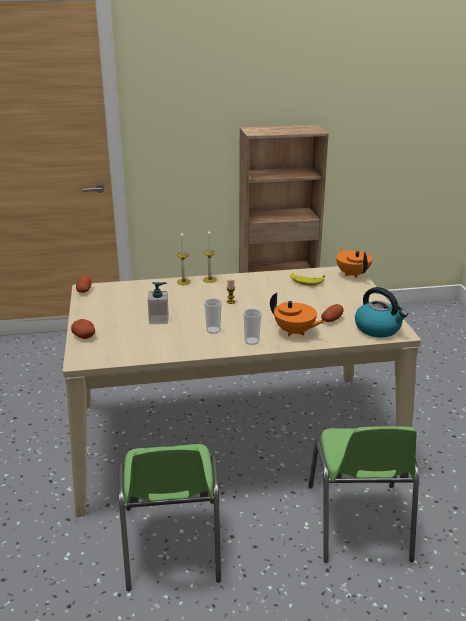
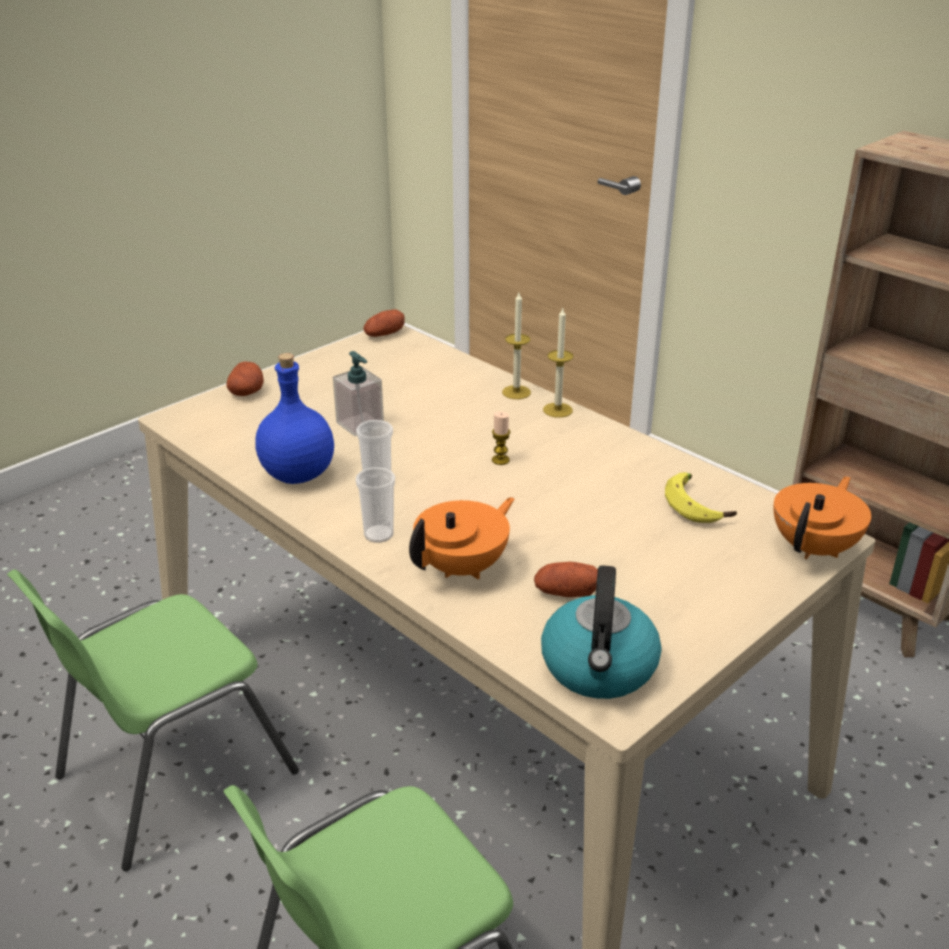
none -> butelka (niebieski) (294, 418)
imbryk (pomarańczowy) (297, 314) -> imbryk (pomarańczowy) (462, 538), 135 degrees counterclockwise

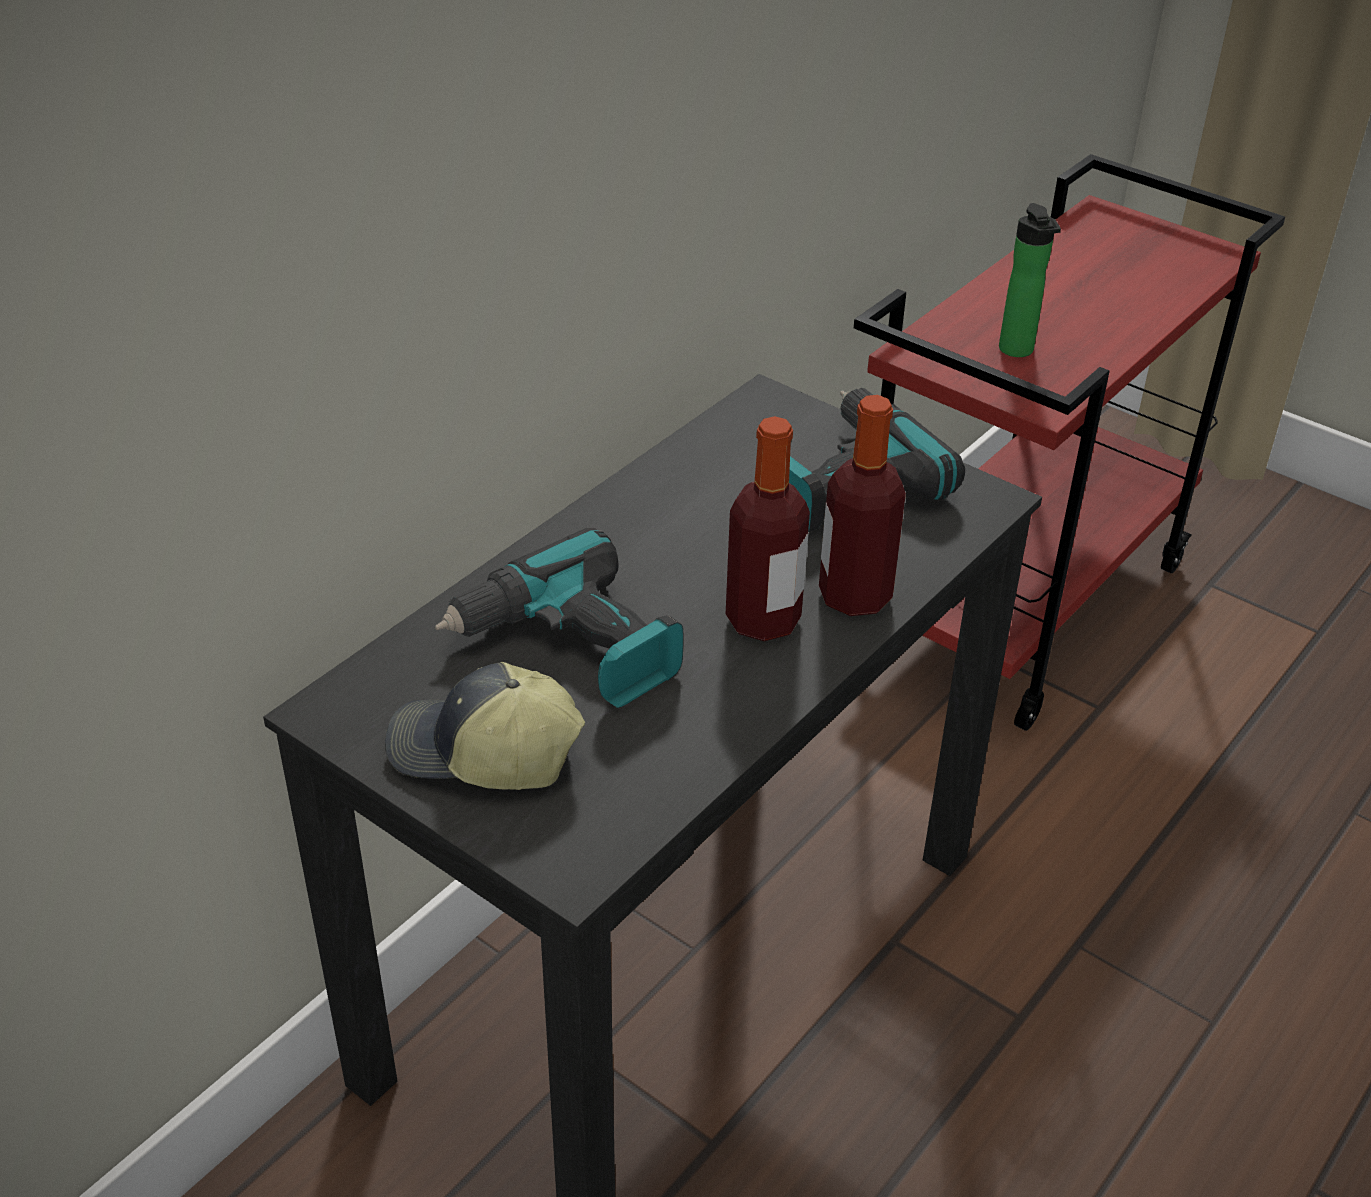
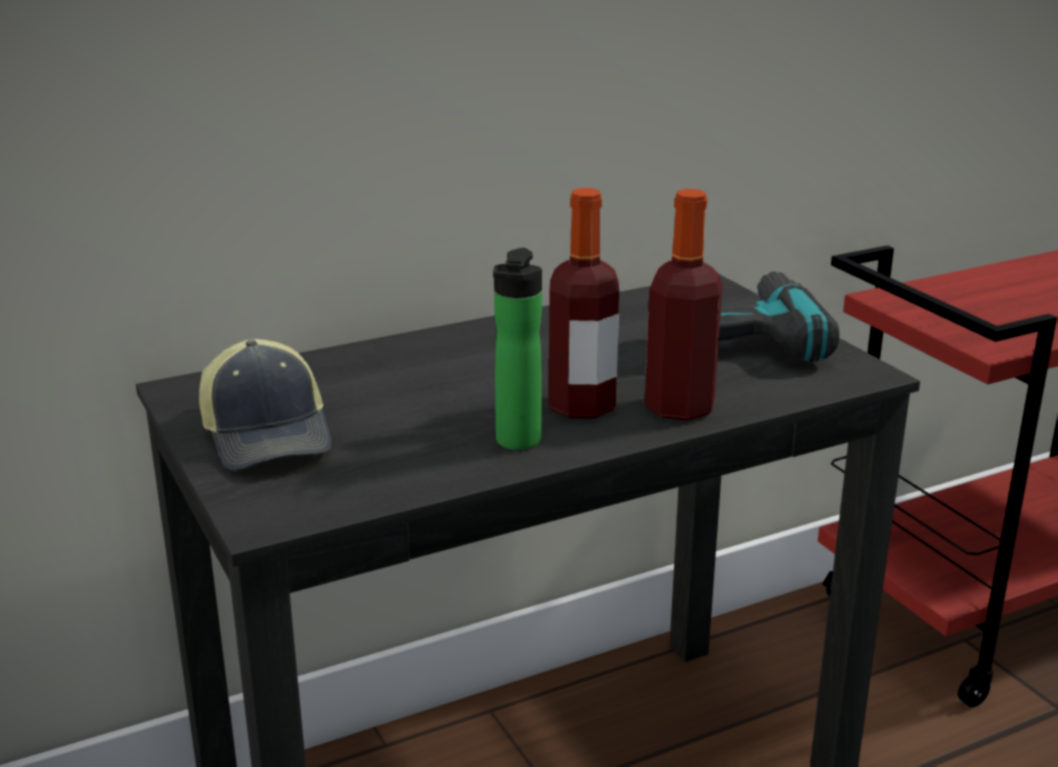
wiertarka (559, 618) -> none
butelka (1030, 280) -> butelka (517, 349), move
czapka z daszkiem (485, 726) -> czapka z daszkiem (265, 405), 150 degrees counterclockwise

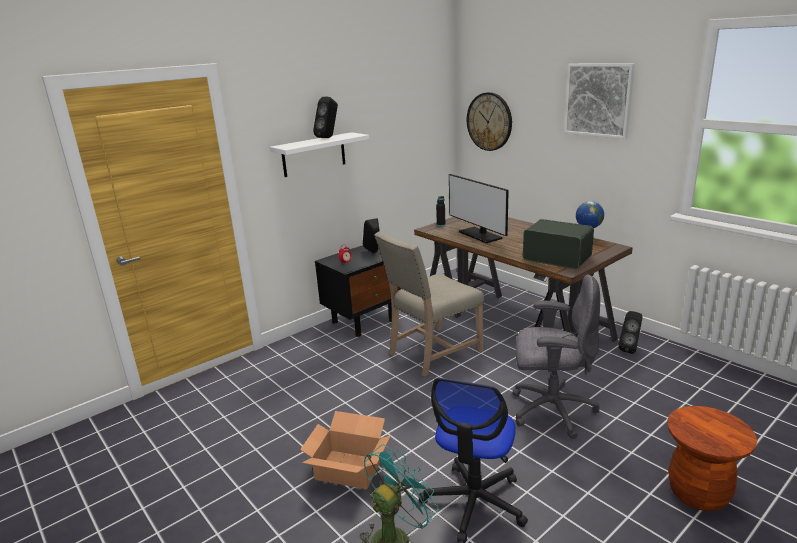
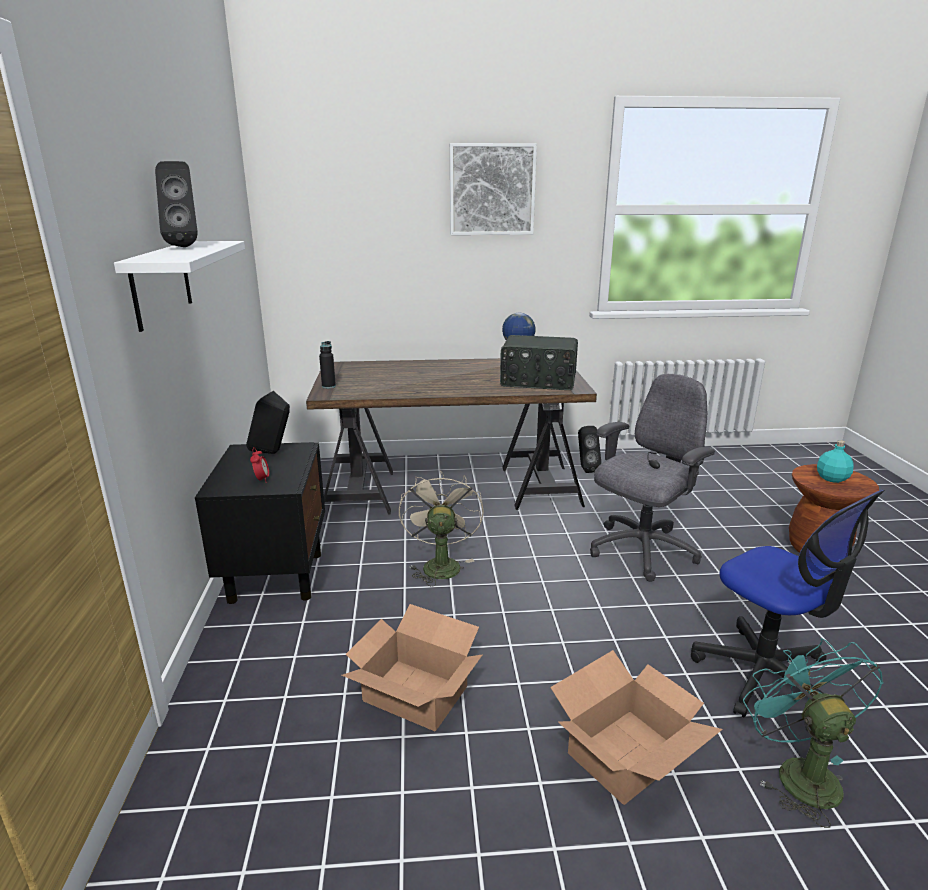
monitor (479, 208) -> none
zegar ścienny (489, 121) -> none
none -> karton (412, 667)
none -> butelka (turkusowy) (835, 461)
krzesło (beżowy) (429, 304) -> wentylator (beżowy) (441, 528)
radio (558, 244) -> radio (539, 362), 150 degrees counterclockwise

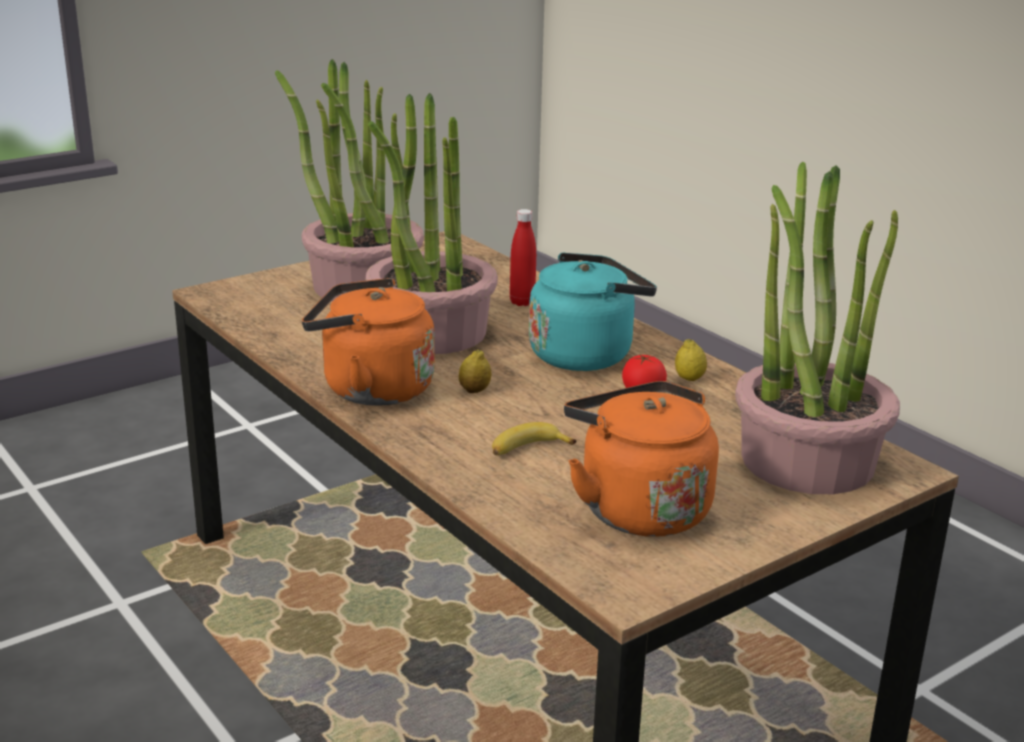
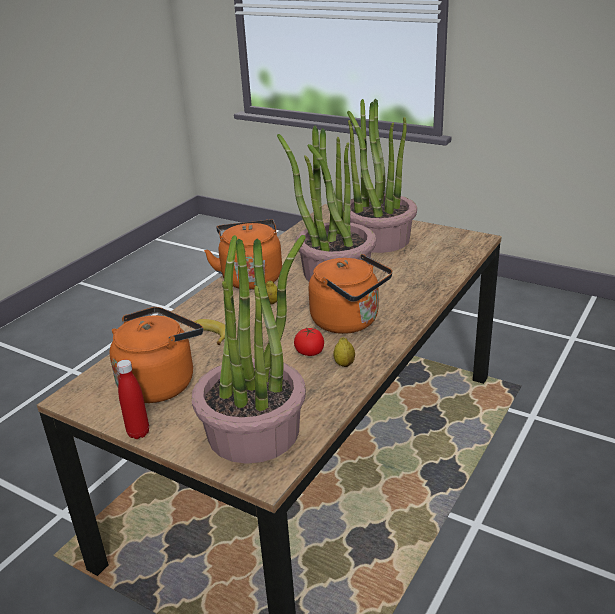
butelka (czerwony) (523, 257) -> butelka (czerwony) (133, 399), move
czajnik (turkusowy) (593, 311) -> czajnik (pomarańczowy) (350, 294)

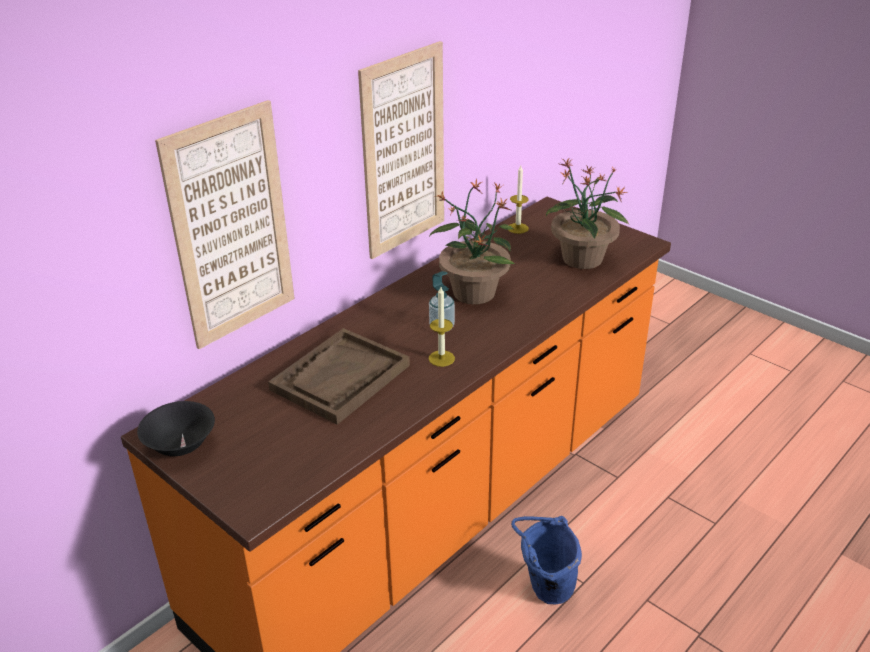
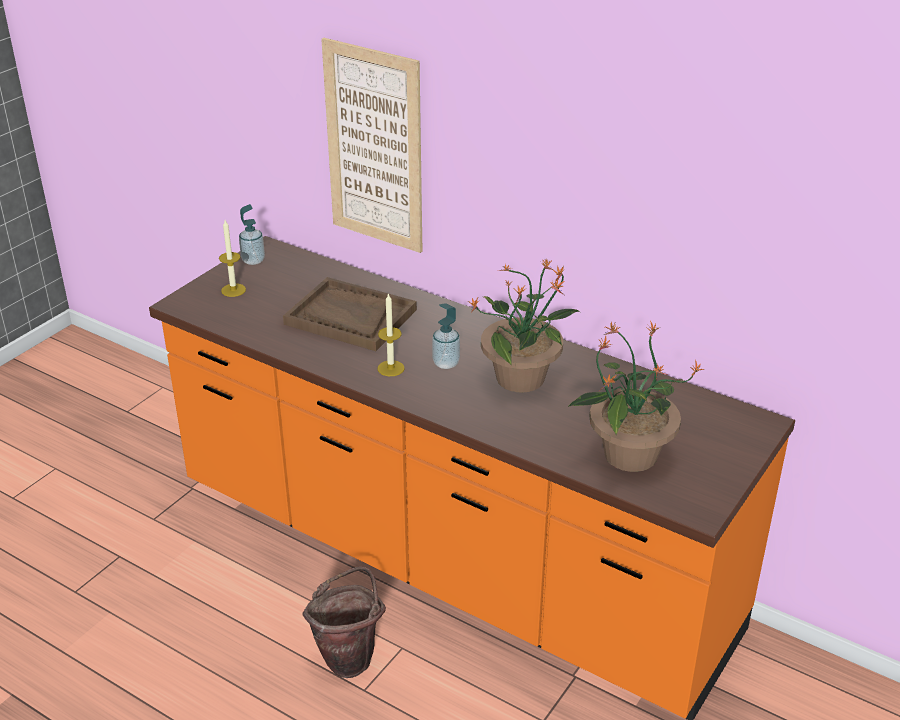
obraz (401, 150) -> none
świeca (518, 200) -> świeca (232, 258), move
miska (czarny) (176, 428) -> dozownik mydła (252, 234)
wiadro (niebieski) (546, 560) -> wiadro (brązowy) (344, 622)

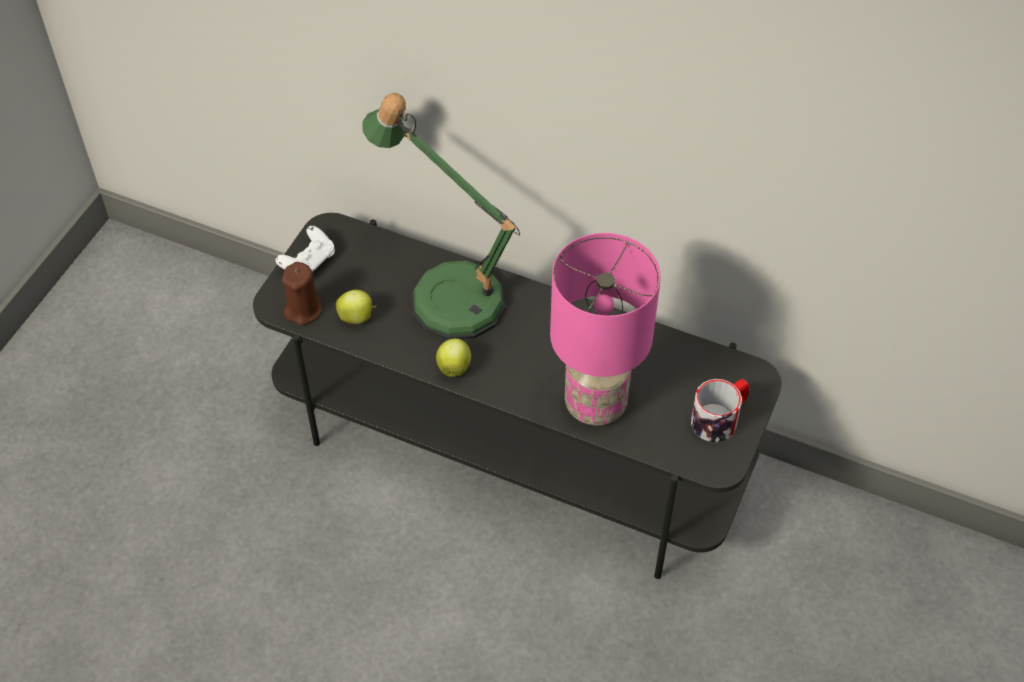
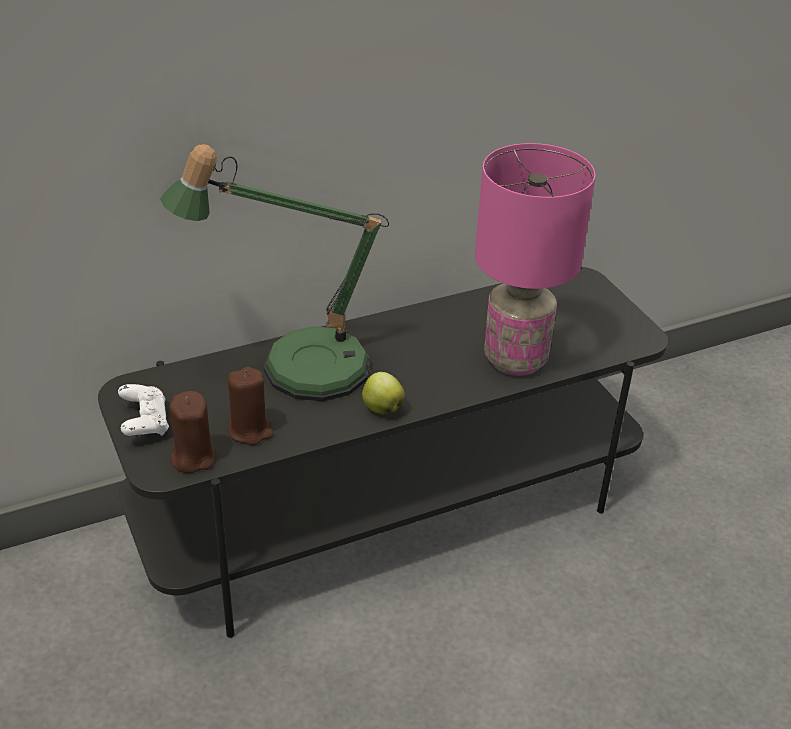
kubek (720, 410) -> none
jabłko (356, 307) -> świeca (brązowy) (251, 406)

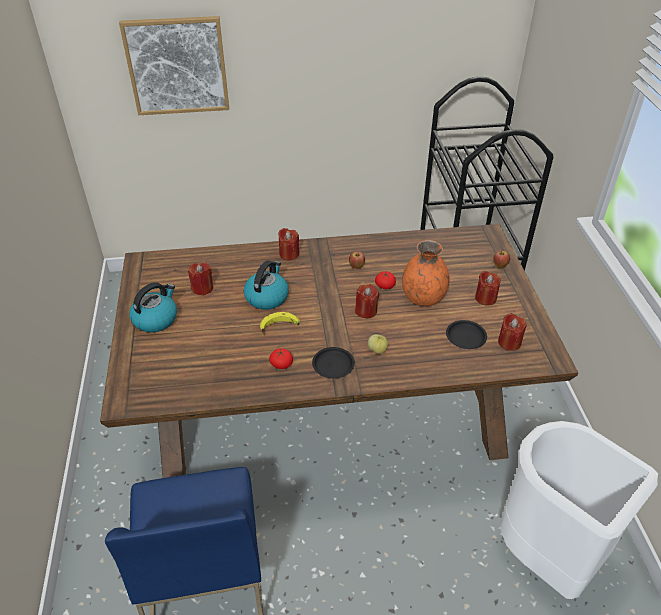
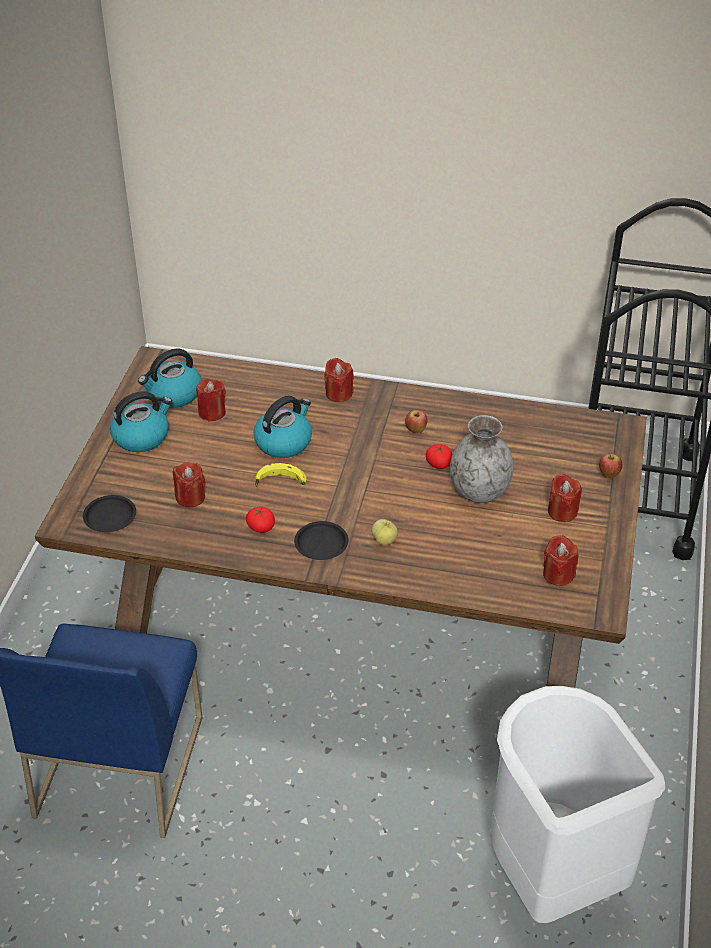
obraz (174, 65) -> none
none -> czajnik (169, 378)
świeca (czerwony) (367, 301) -> świeca (czerwony) (189, 484), move
talerz (czarny) (466, 334) -> talerz (czarny) (109, 513), move
wazon (pomarańczowy) (426, 273) -> wazon (szary) (481, 459)

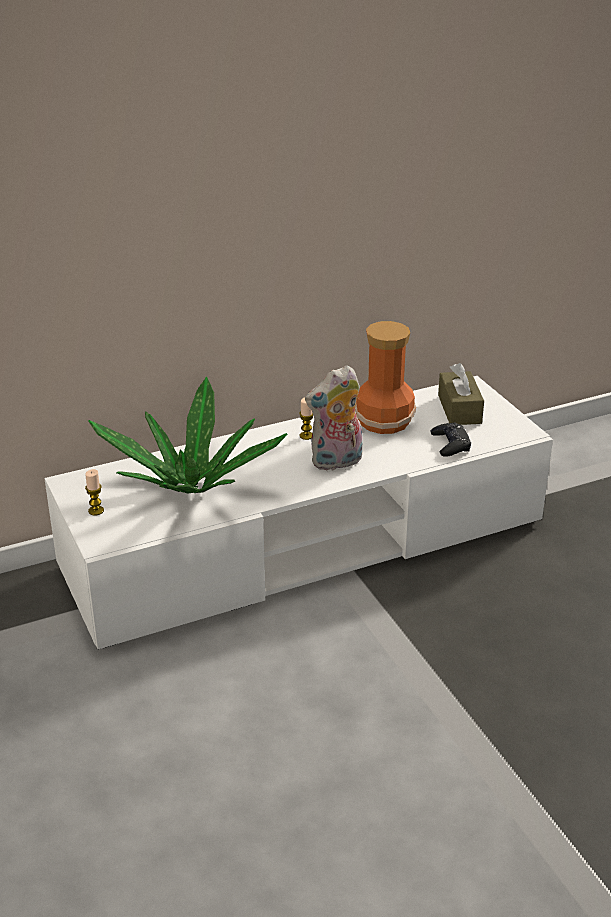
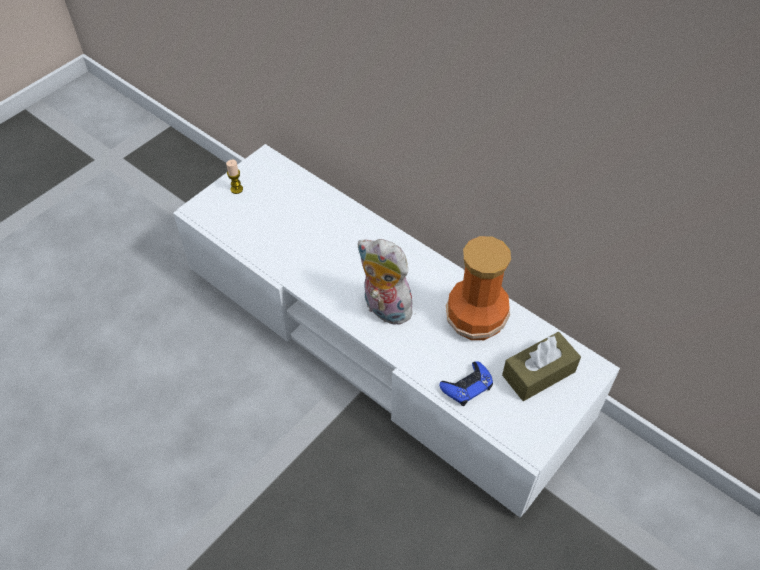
roślina doniczkowa (188, 434) -> none
świeca (306, 418) -> none
pad do gier (czarny) (451, 439) -> pad do gier (niebieski) (466, 383)

